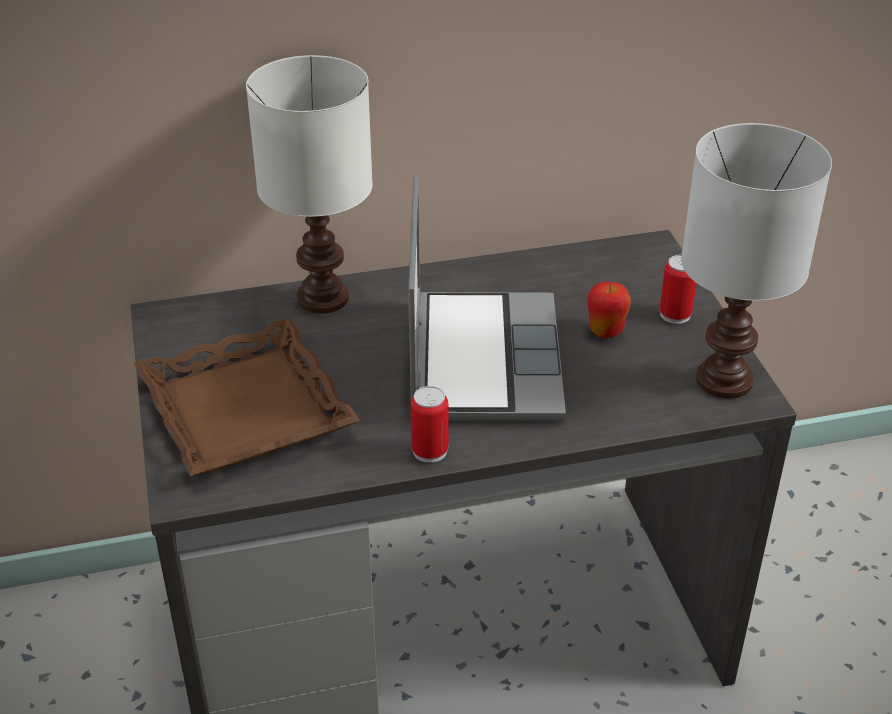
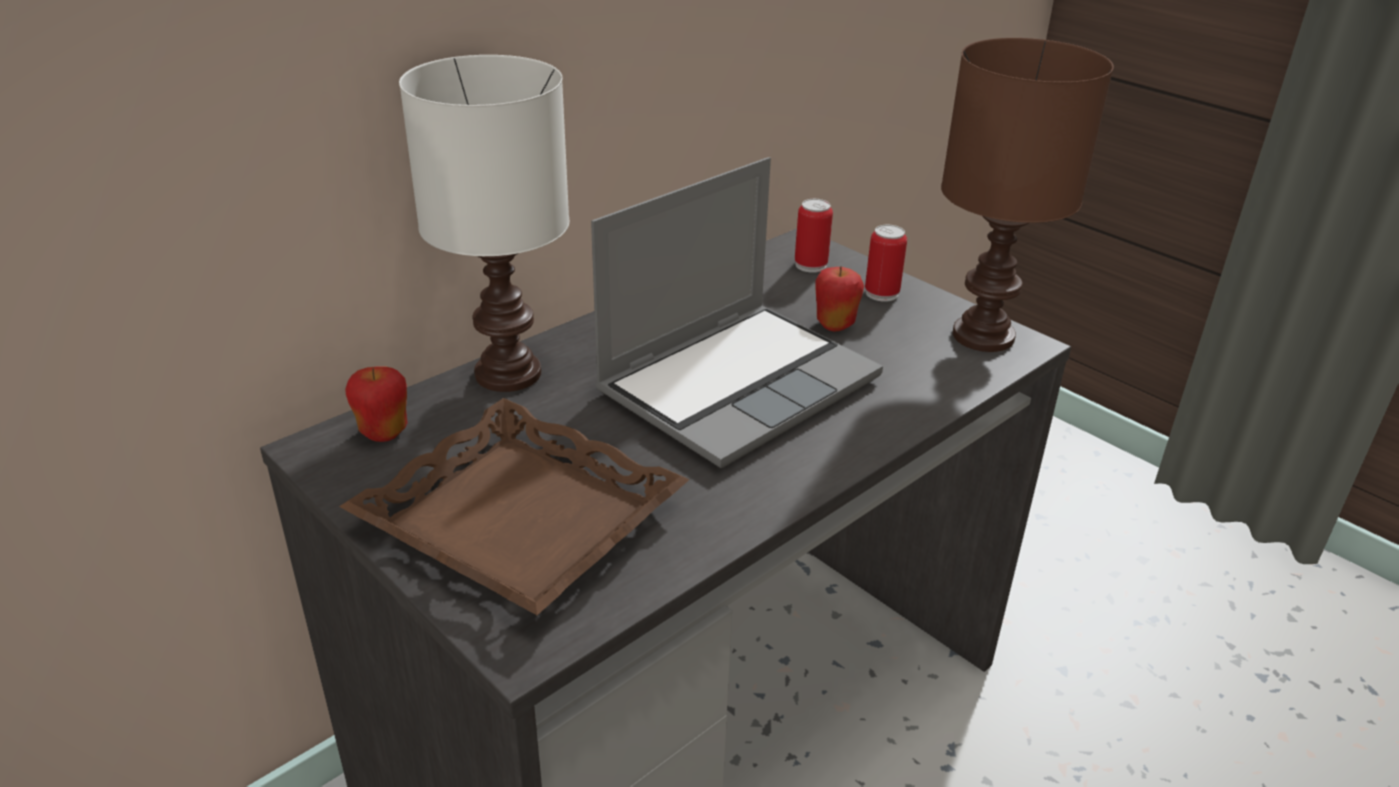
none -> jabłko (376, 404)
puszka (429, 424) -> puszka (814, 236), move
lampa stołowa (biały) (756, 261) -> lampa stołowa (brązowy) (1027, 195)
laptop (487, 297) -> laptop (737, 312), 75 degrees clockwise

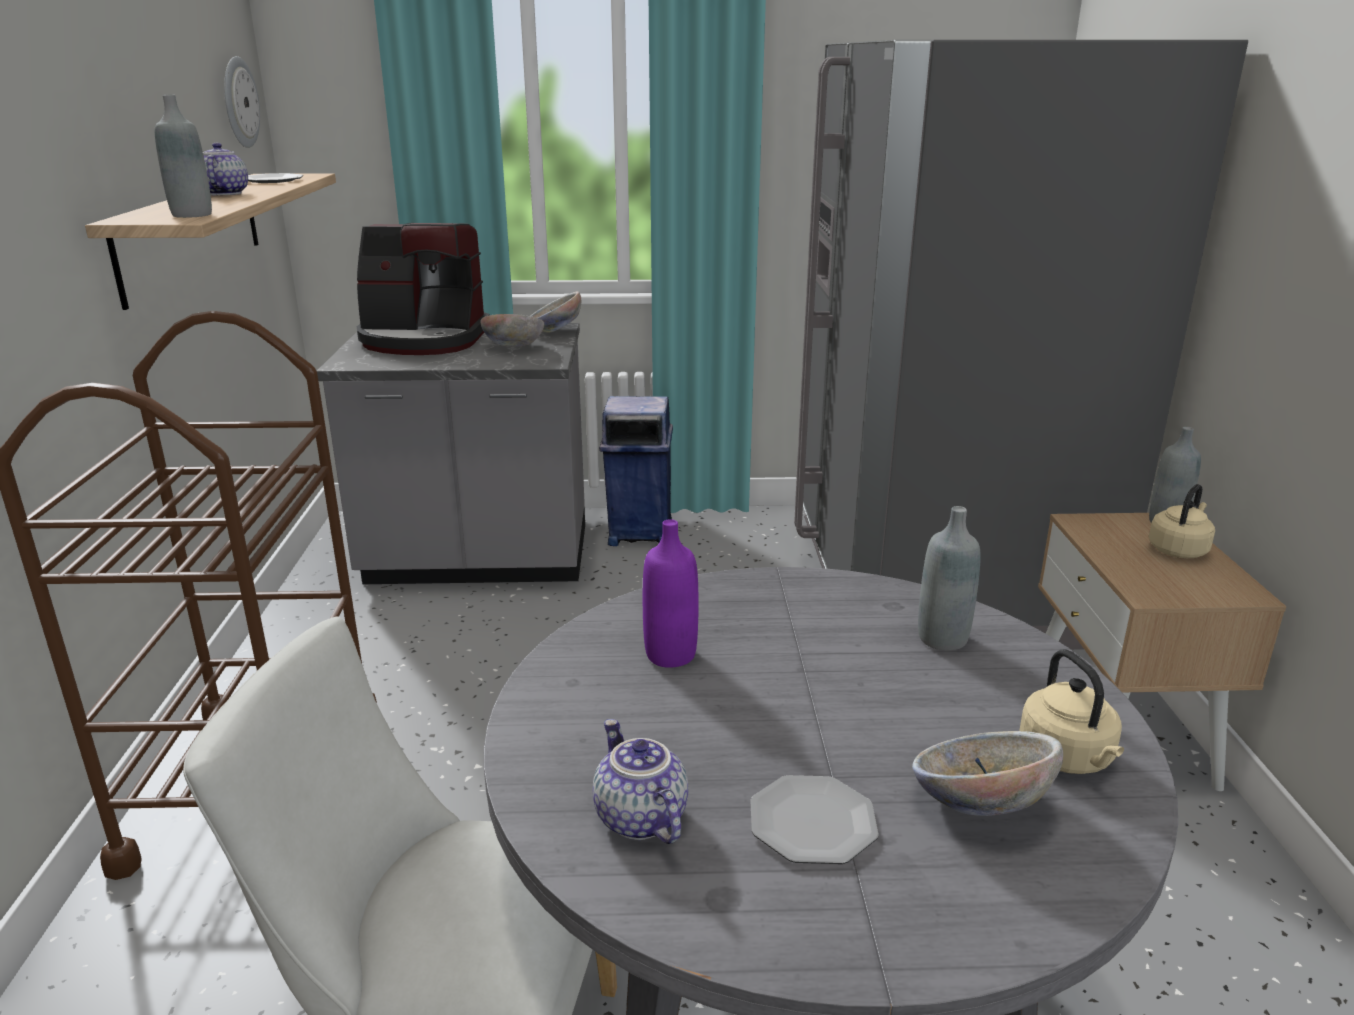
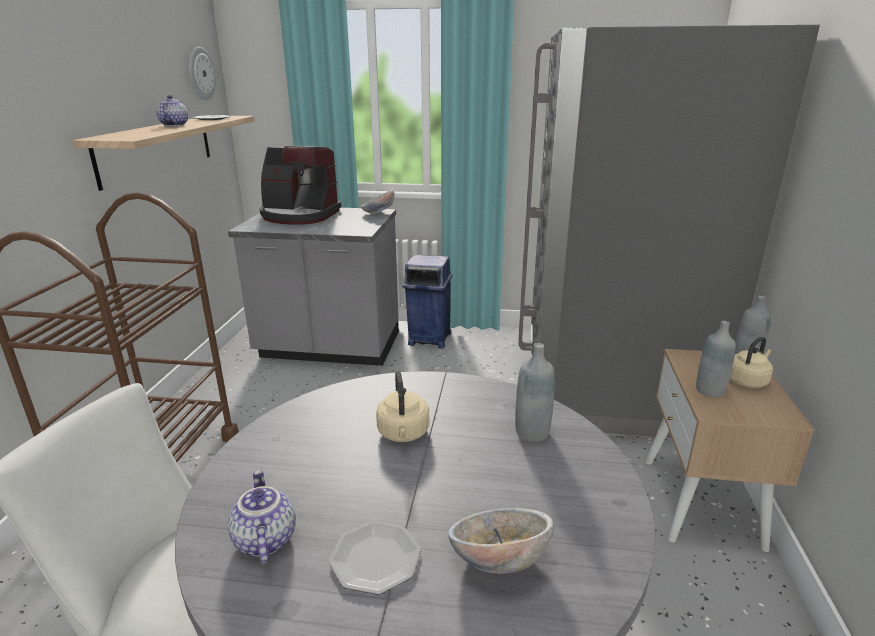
miska (512, 330) -> none
butelka (fioletowy) (670, 593) -> none
butelka (szary) (183, 156) -> butelka (szary) (716, 359), move
czajnik (beżowy) (1071, 711) -> czajnik (beżowy) (402, 406), move

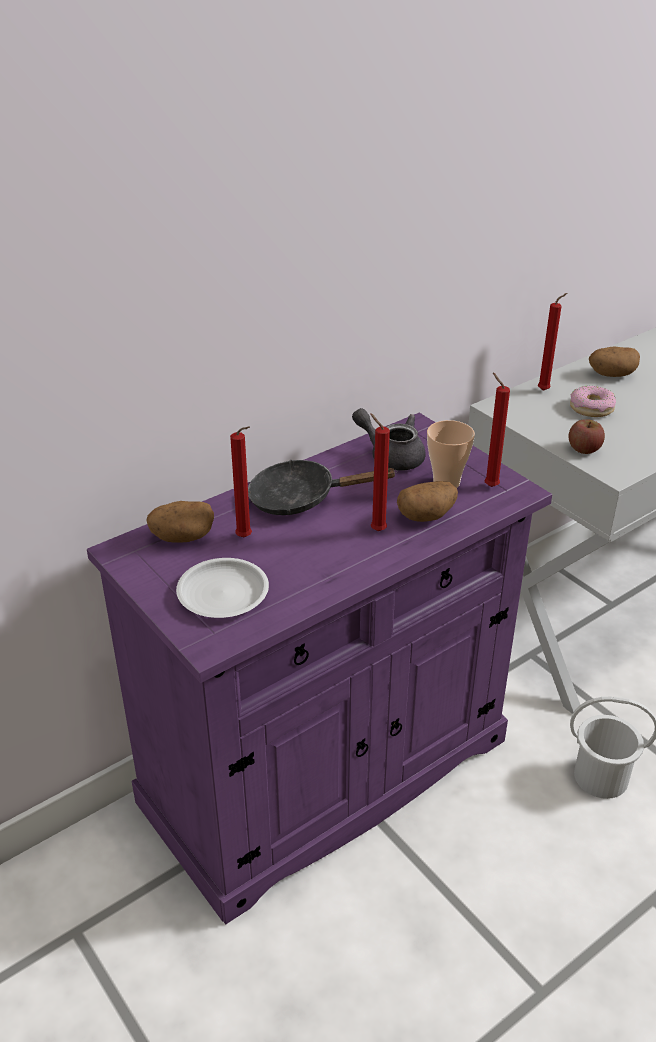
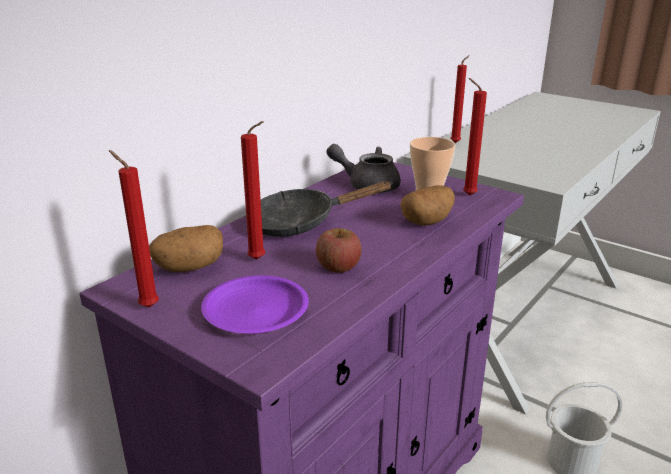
donut (593, 401) -> none
ziemniak (614, 361) -> none
świeca (czerwony) (380, 472) -> świeca (czerwony) (134, 229), move
jabłko (587, 436) -> jabłko (339, 250), move
talerz (biały) (222, 588) -> talerz (fioletowy) (255, 304)

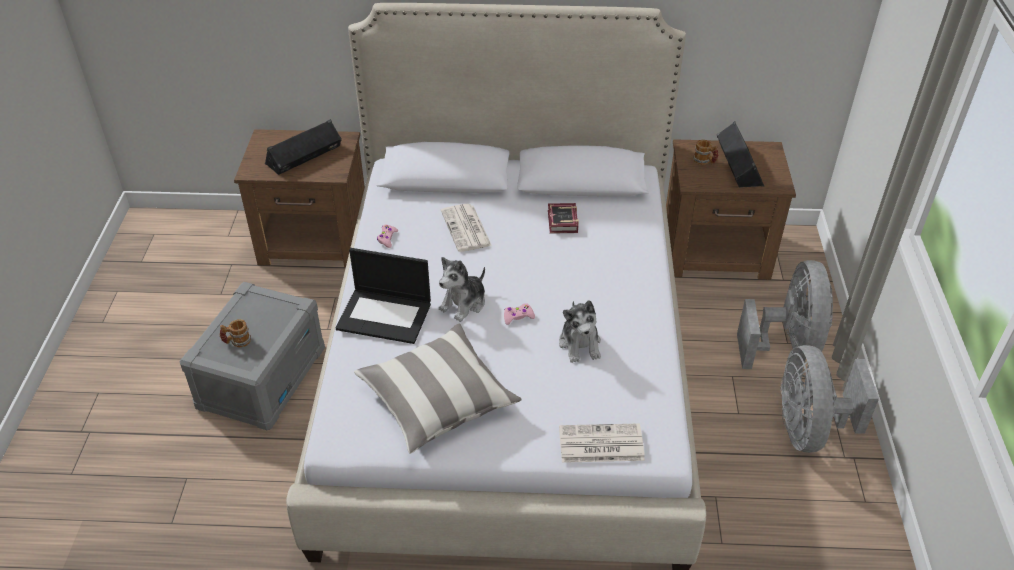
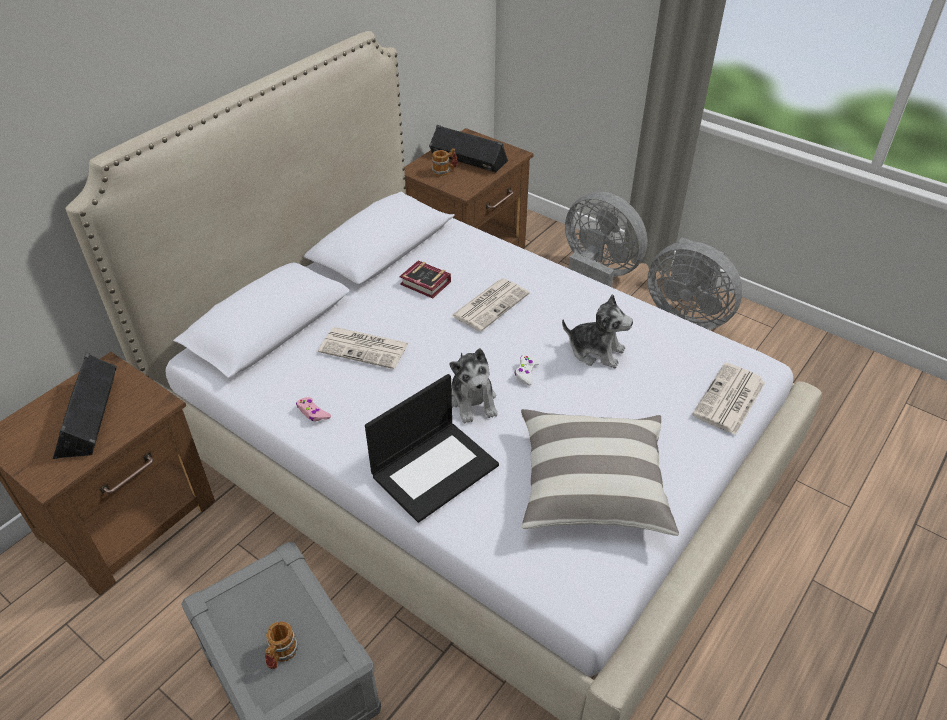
none -> gazeta (490, 305)
pad do gier (różowy) (519, 314) -> pad do gier (biały) (527, 370)

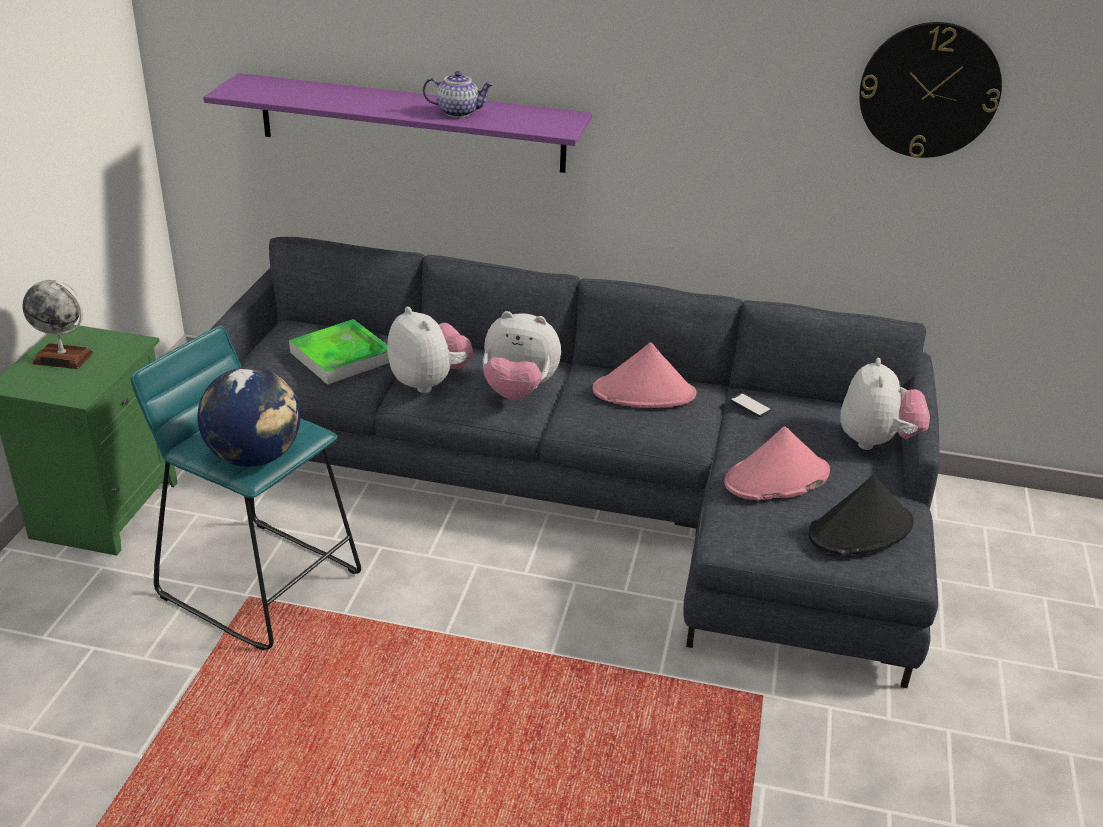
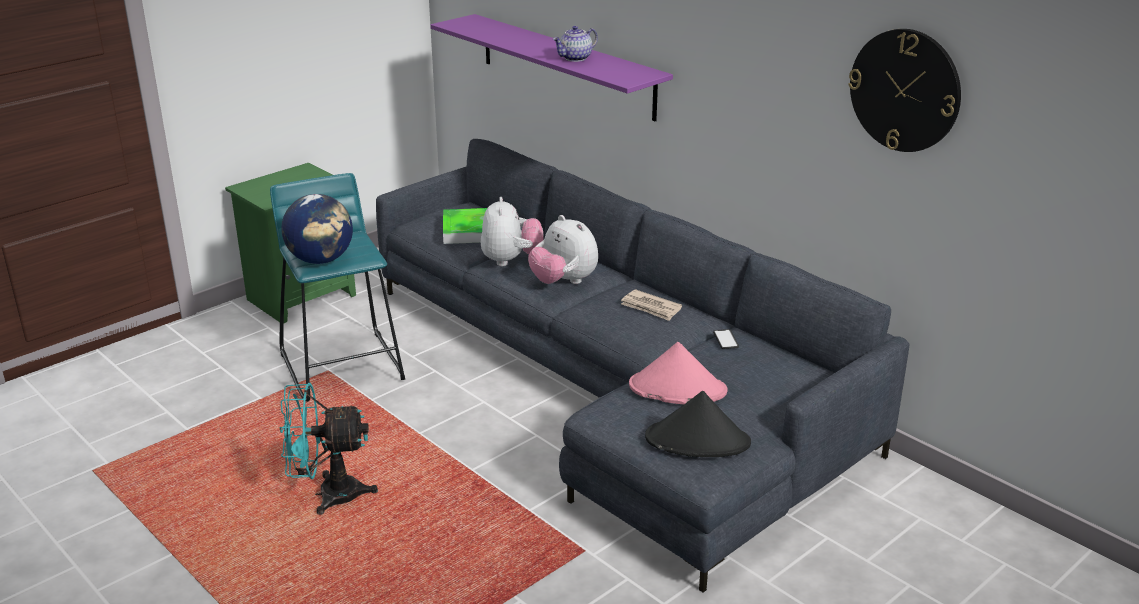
globus (58, 324) -> none
pluszak (885, 404) -> none
none -> wentylator (turkusowy) (329, 449)
kapelusz (różowy) (644, 375) -> gazeta (651, 305)
imbryk (458, 94) -> imbryk (575, 44), 105 degrees clockwise

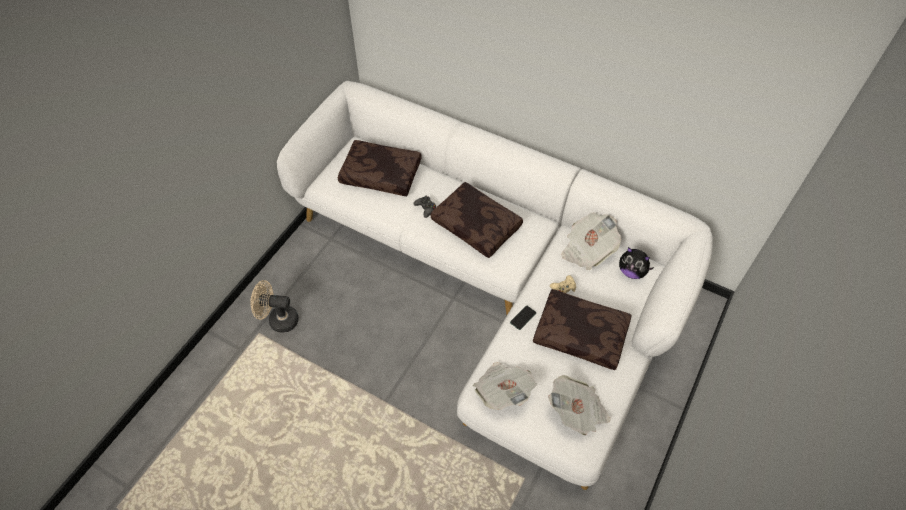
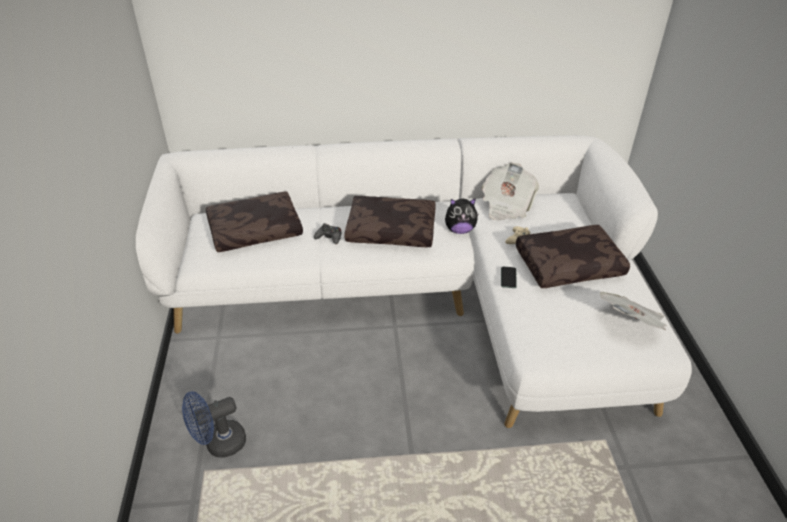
gazeta (505, 386) -> none
pluszak (636, 263) -> pluszak (461, 216), move
wentylator (beżowy) (274, 306) -> wentylator (niebieski) (214, 424)

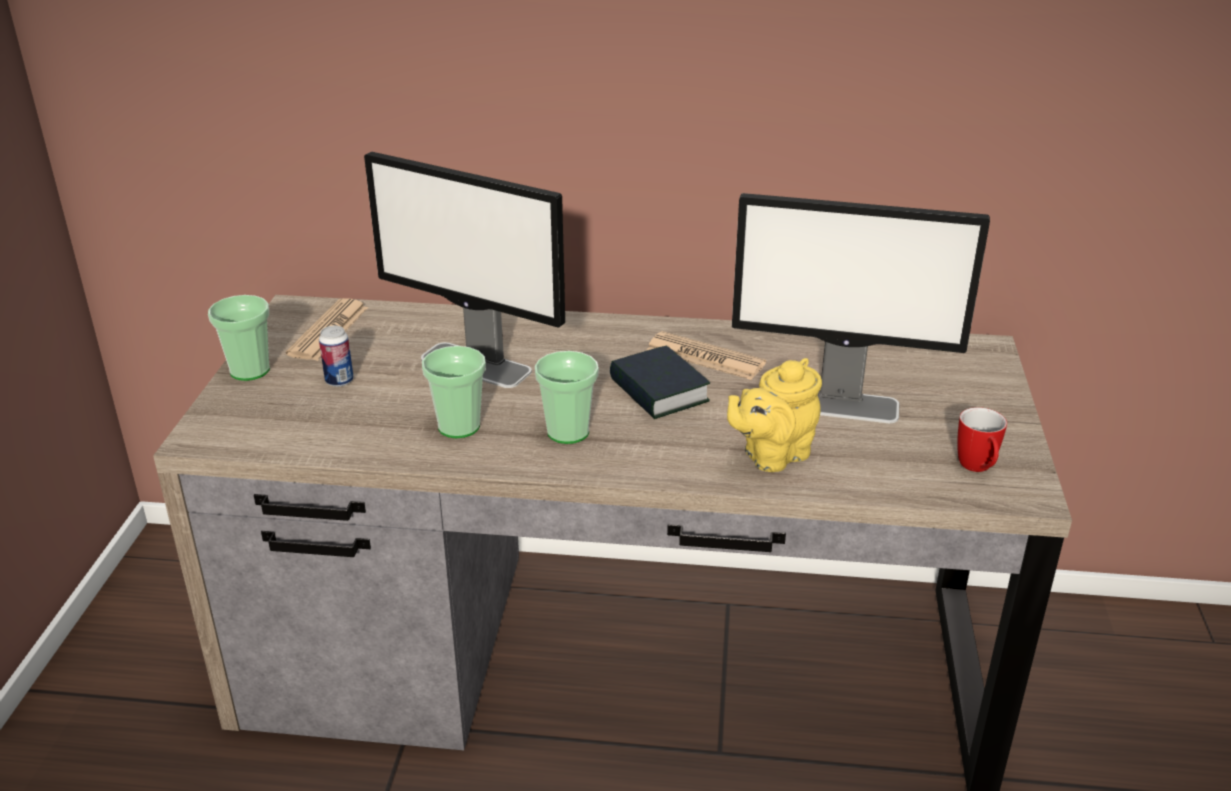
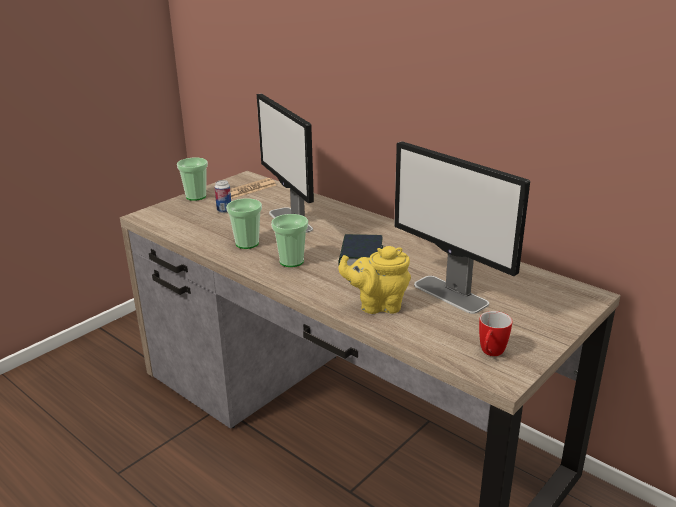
gazeta (706, 355) -> none

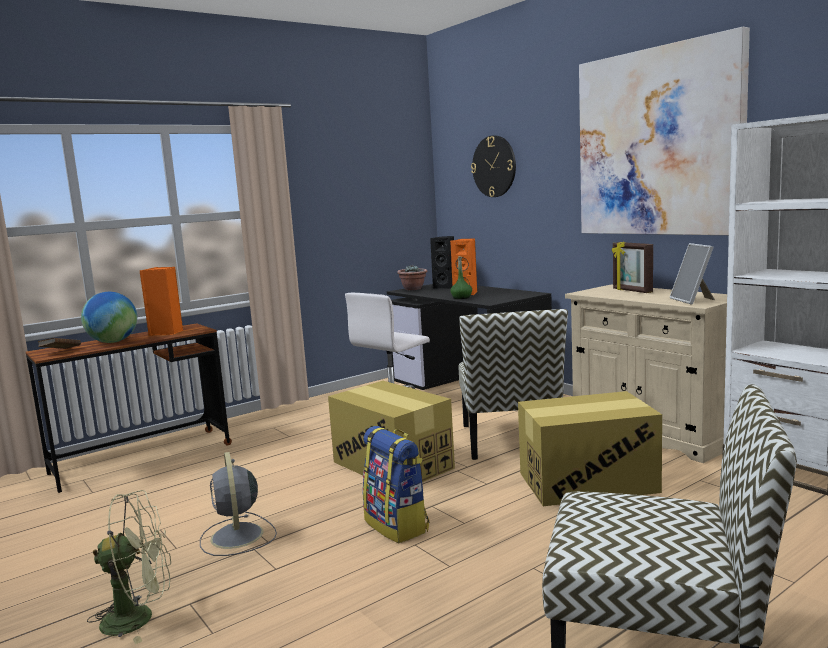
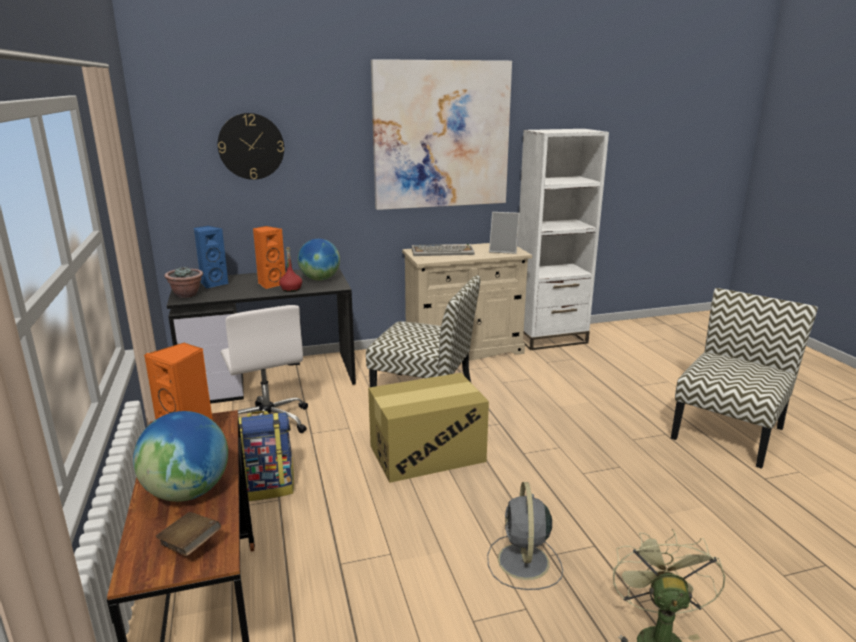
karton (590, 448) -> none
none -> globus (319, 260)
plecak (395, 484) -> plecak (266, 456), move
ramka na zdjęcie (632, 267) -> klawiatura (443, 250)
głośnik (czarny) (442, 262) -> głośnik (niebieski) (211, 257)
butelka (zielony) (461, 277) -> butelka (czerwony) (290, 269)
wentylator (szary) (238, 504) -> wentylator (szary) (525, 536), 90 degrees clockwise

